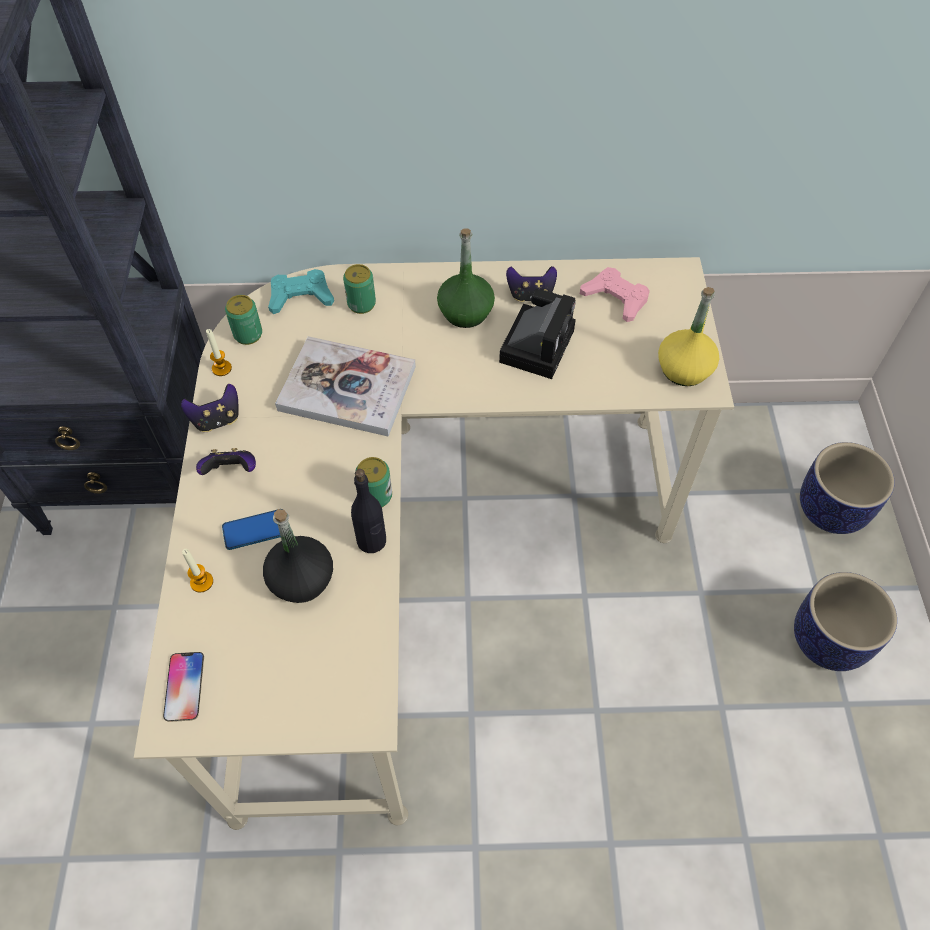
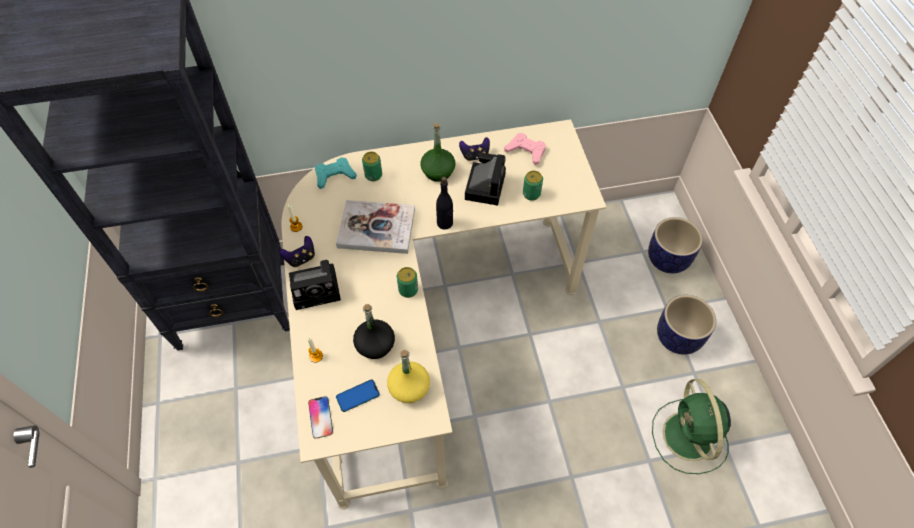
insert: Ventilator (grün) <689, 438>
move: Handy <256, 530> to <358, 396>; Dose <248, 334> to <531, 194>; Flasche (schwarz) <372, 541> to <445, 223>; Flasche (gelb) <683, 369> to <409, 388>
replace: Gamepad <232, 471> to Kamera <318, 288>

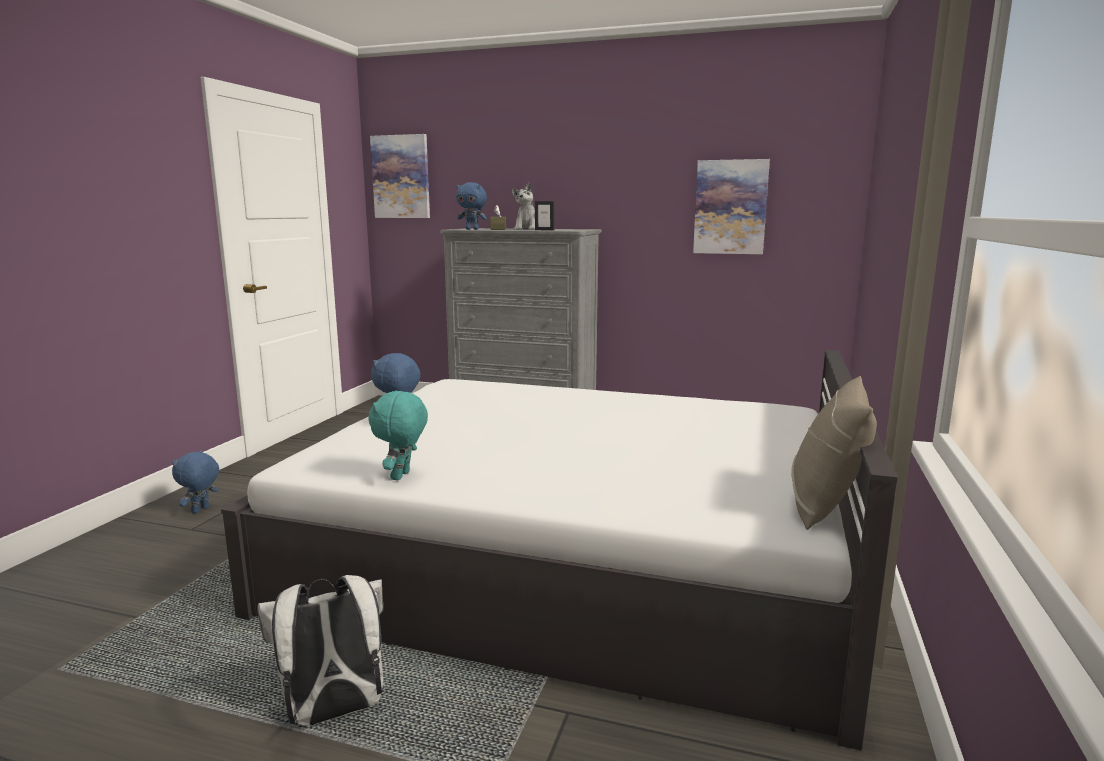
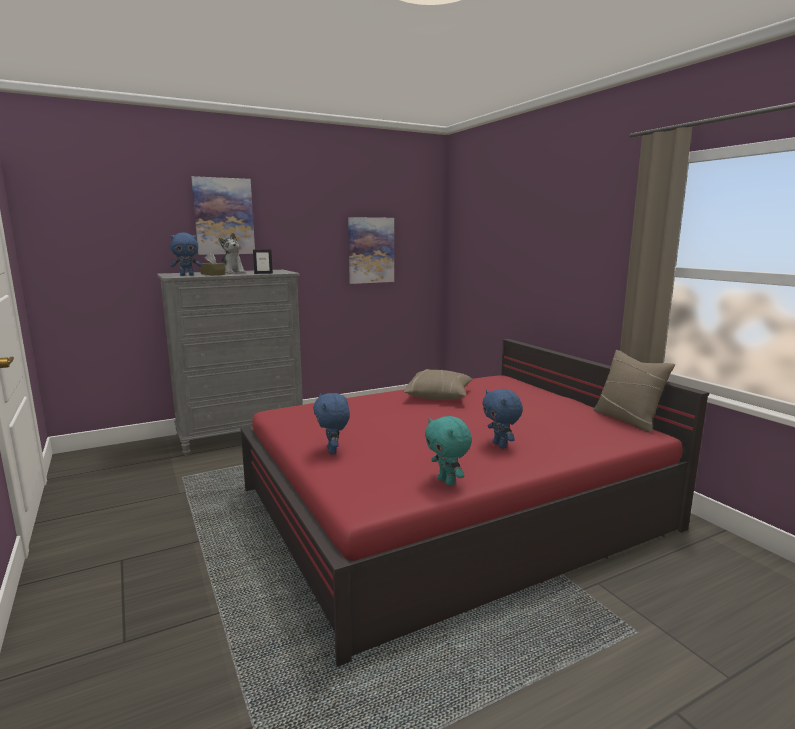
delete: Rucksack (weiß) <334, 712>
insert: Kissen (beige) <439, 396>
move: Plüschtier (blau) <201, 510> to <500, 445>; Bild <401, 177> to <224, 216>
recolor: Bett (weiß) <575, 557> to Bett (rot) <452, 509>

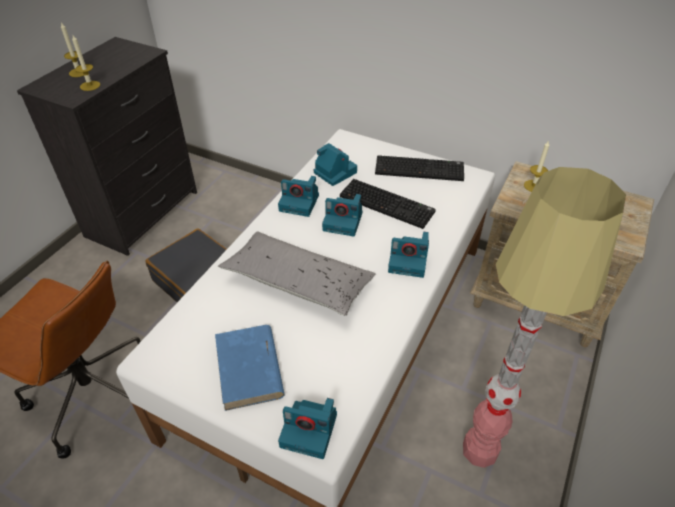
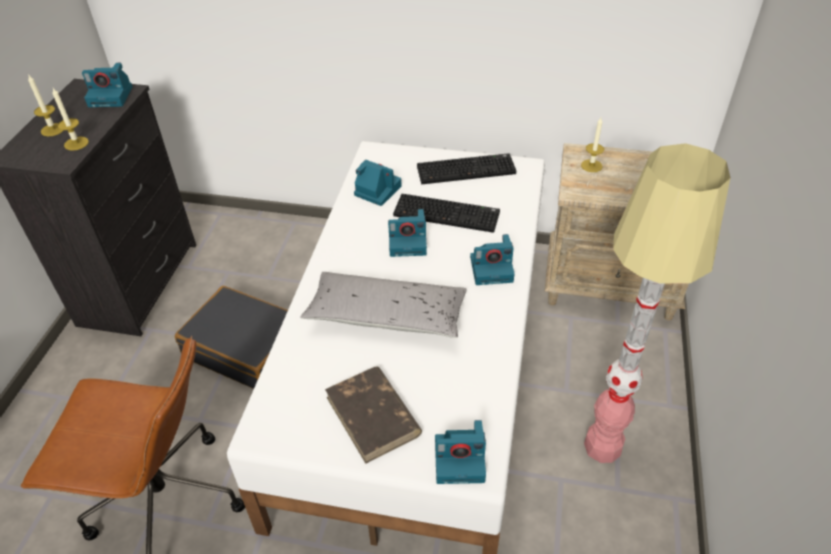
move: Kamera <300, 203> to <112, 96>
recolor: Buch (blau) <249, 369> to Buch (braun) <373, 416>

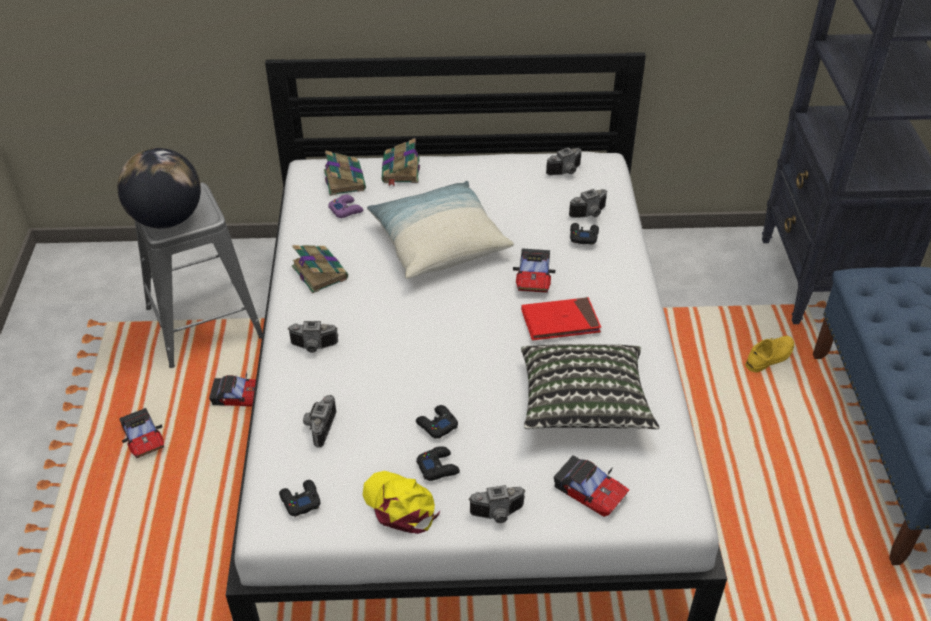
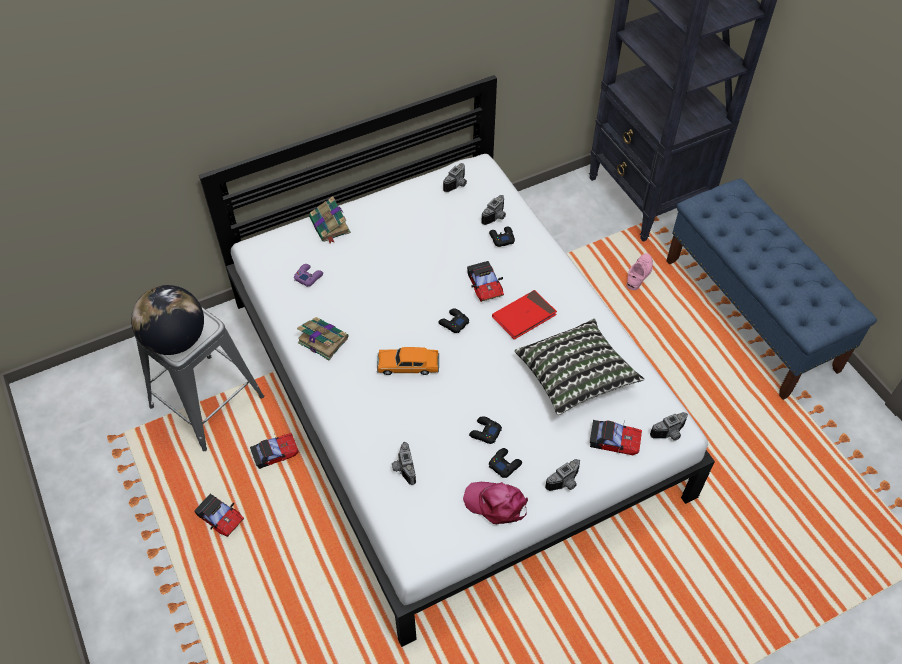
delete: Buch <344, 179>; Kissen <438, 243>
insert: Spielzeugauto (orange) <408, 366>
move: Gamepad (schwarz) <300, 500> to <453, 323>; Kamera <313, 347> to <670, 434>
recolor: Kappe (gelb) <400, 505> to Kappe (rosa) <496, 504>; Schuh (gelb) <770, 357> to Schuh (rosa) <639, 273>

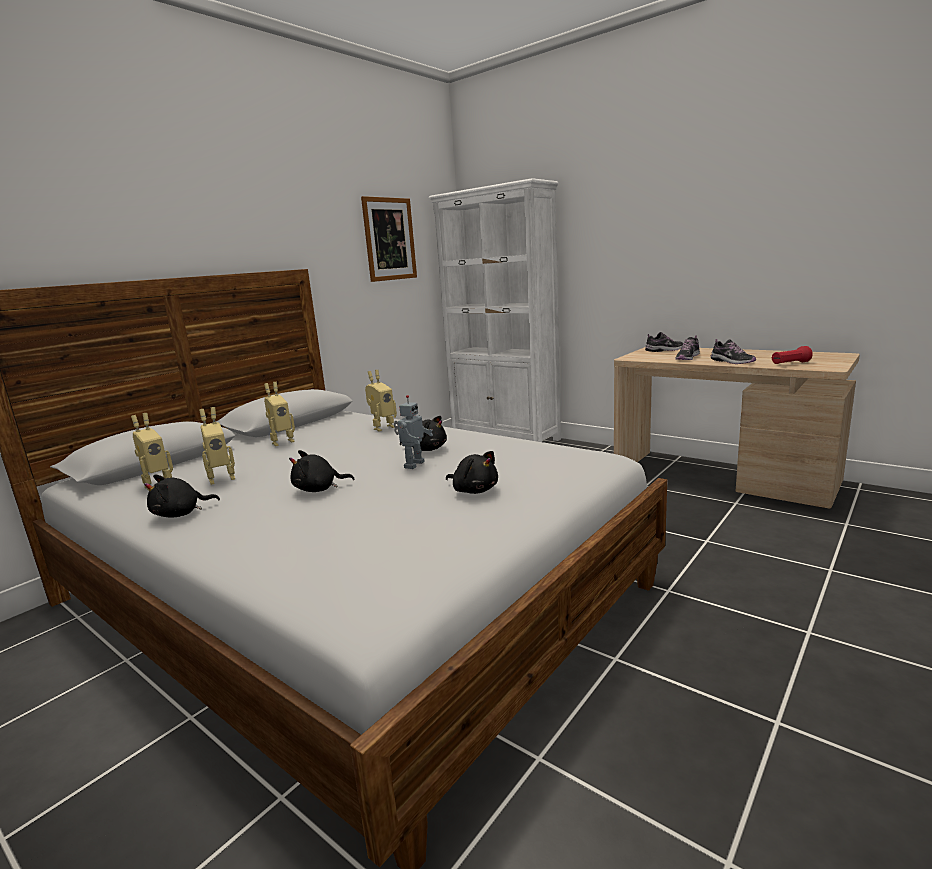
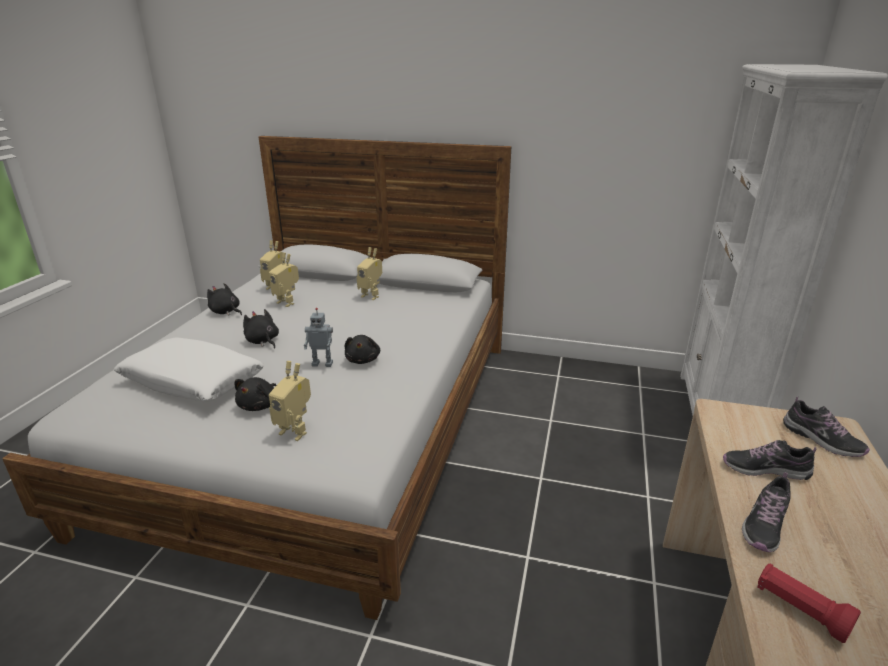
delete: Bild <389, 239>
insert: Kissen (weiß) <192, 381>
move: Spielzeugroboter <382, 427> to <295, 431>

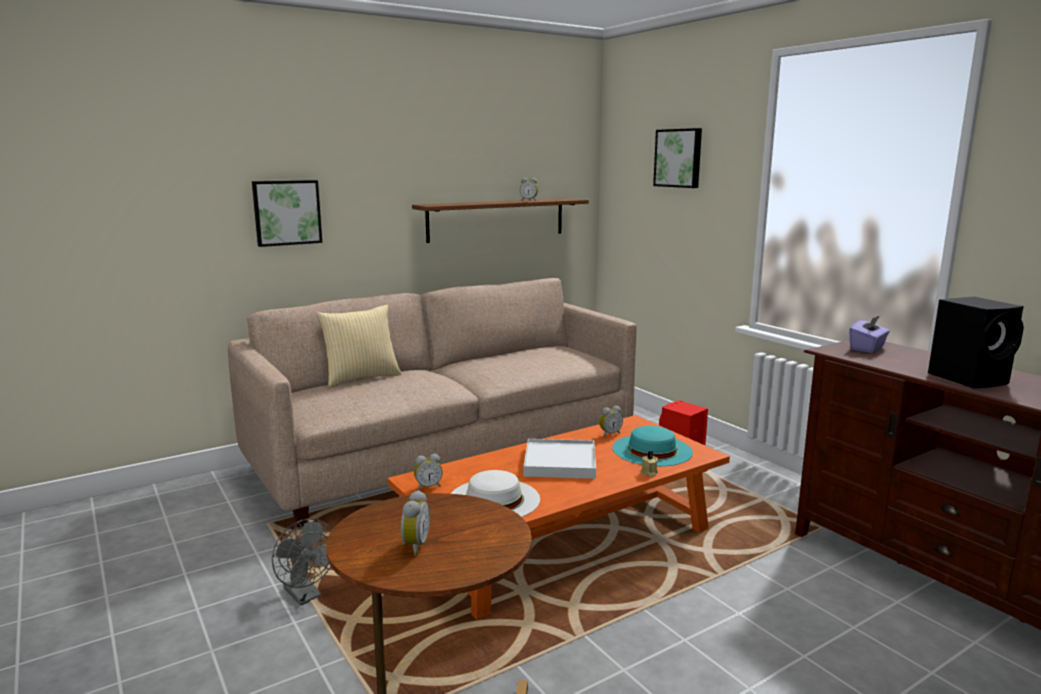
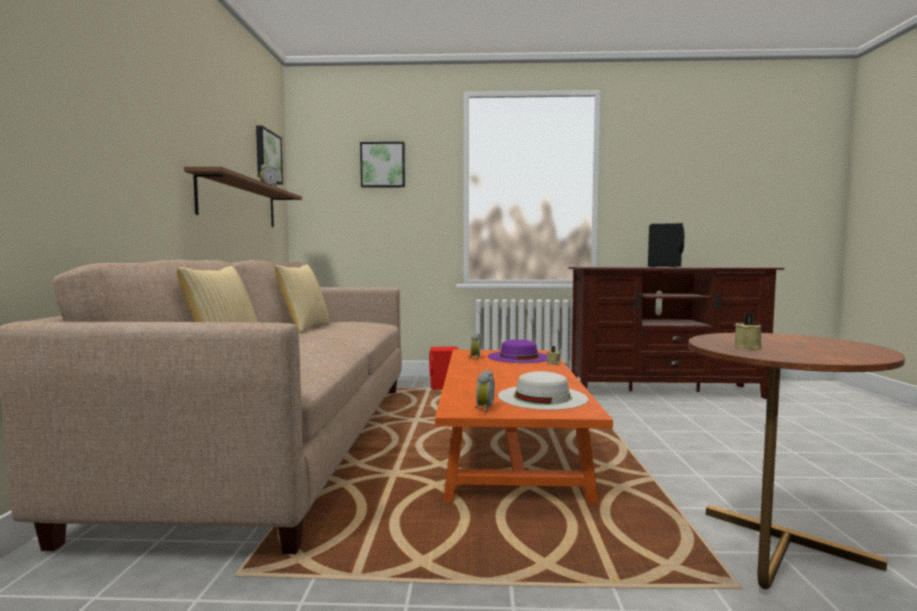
delete: Ventilator (grau) <306, 596>; Wecker <414, 546>; Tablett (weiß) <560, 462>; Taschentuchbox (lila) <867, 348>
insert: Kissen <304, 328>; Kerze (beige) <749, 347>
move: Bild <287, 212> to <267, 156>
recolor: Hut (türkis) <652, 450> to Hut (lila) <519, 357>

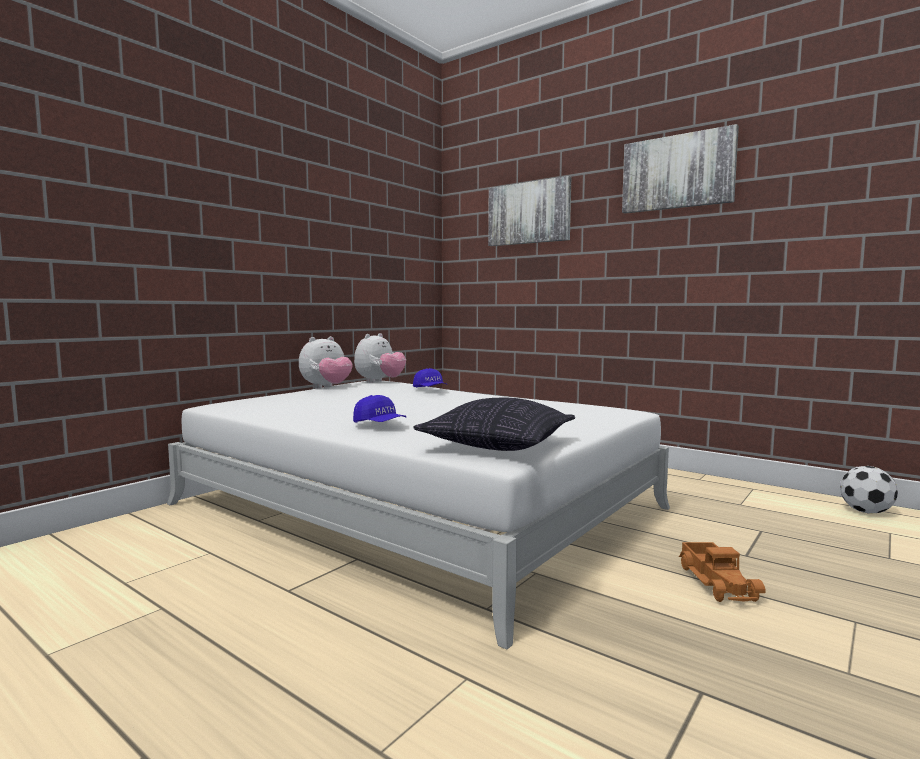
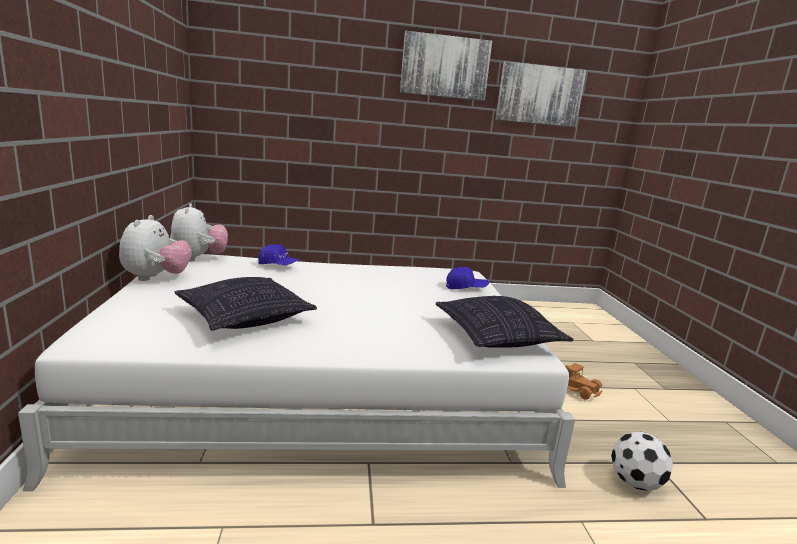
insert: Kissen <245, 318>
move: Kappe (blau) <379, 424> to <466, 288>; Bild <529, 213> to <539, 95>; Fußball <866, 511> to <635, 482>

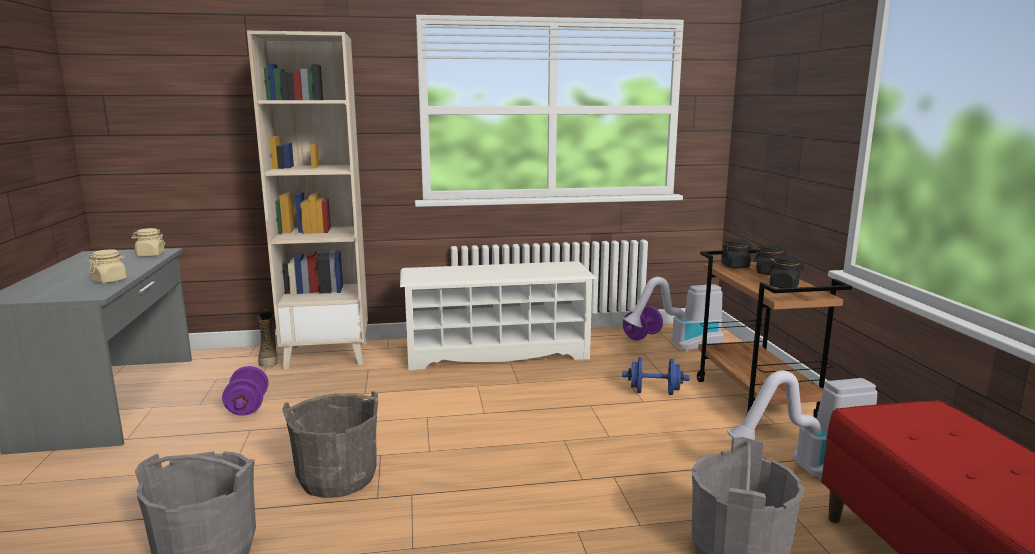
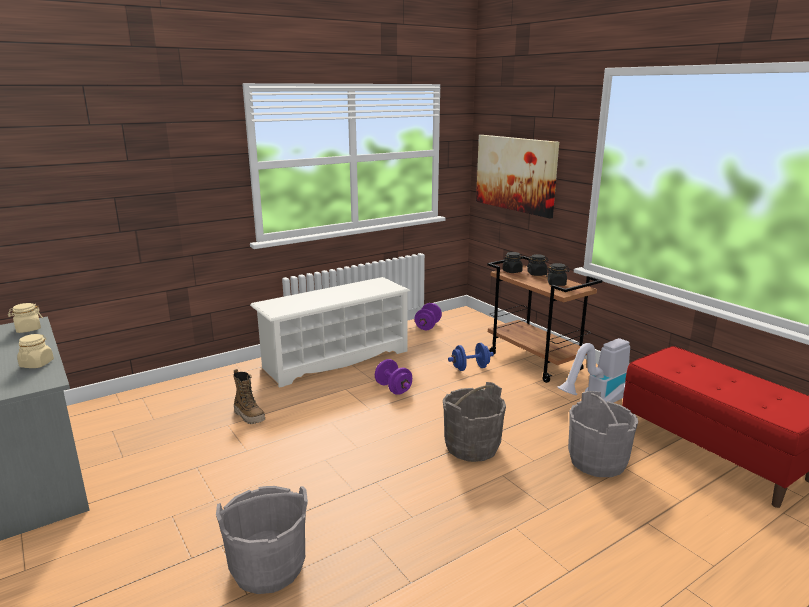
delete: Bücherregal (beige) <328, 355>; Staubsauger <679, 347>
insert: Bild <515, 174>
move: Hantel (lila) <247, 407> to <393, 388>; Stiefel <269, 360> to <249, 416>; Eimer (grau) <337, 477> to <471, 446>

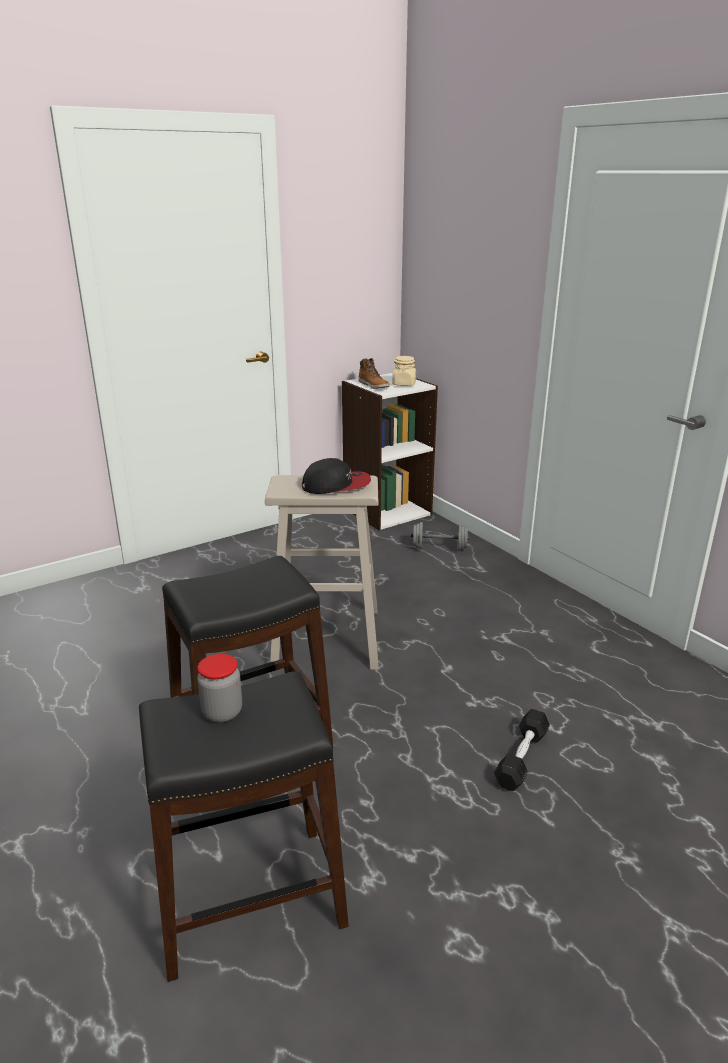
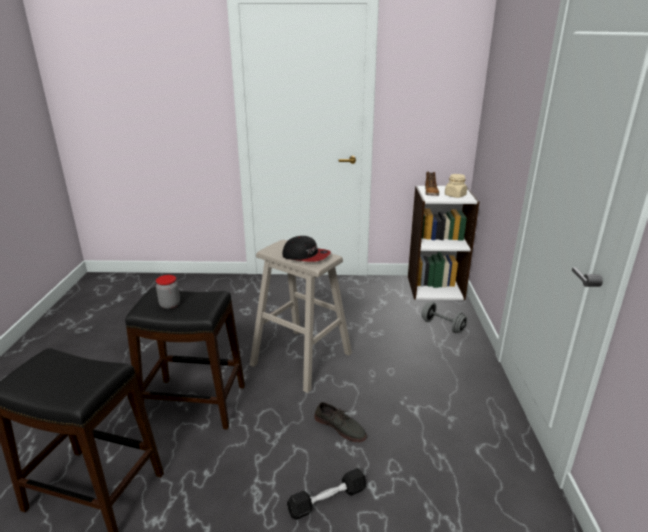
insert: Schuh (grau) <340, 426>
move: Vorratsglas <222, 712> to <170, 305>

